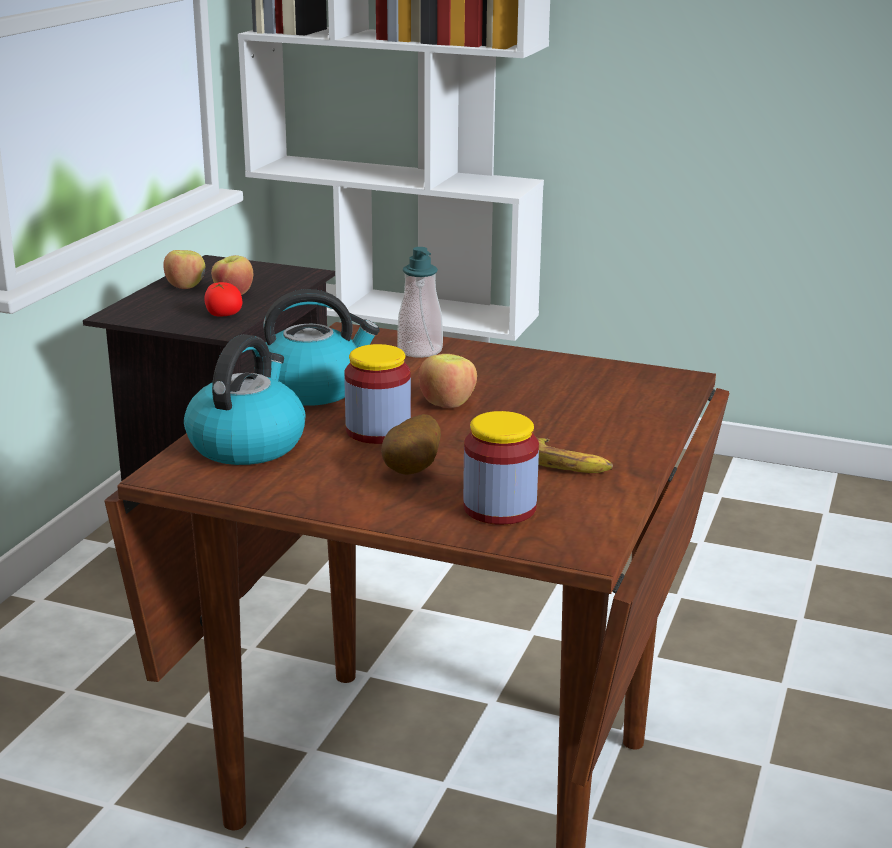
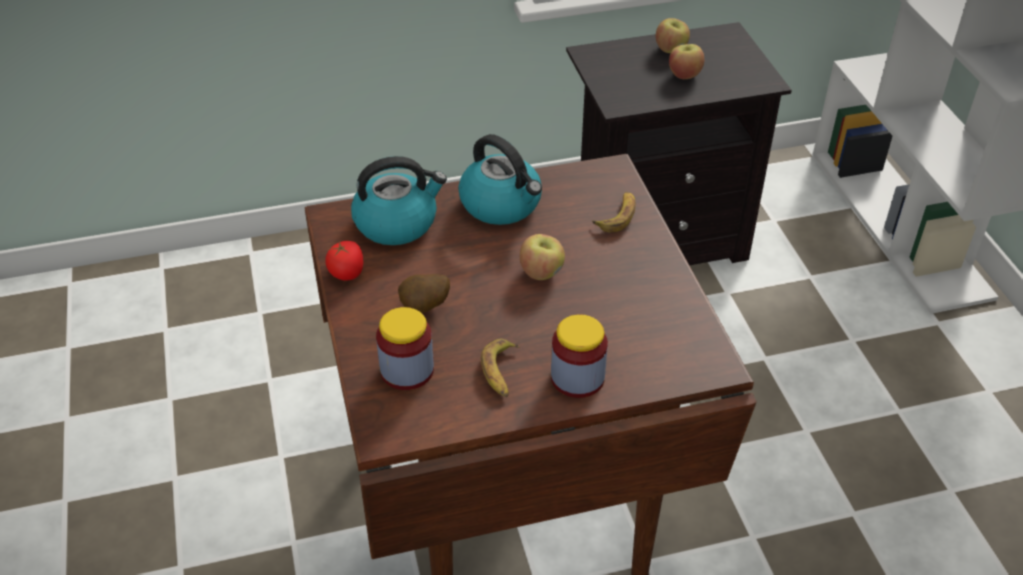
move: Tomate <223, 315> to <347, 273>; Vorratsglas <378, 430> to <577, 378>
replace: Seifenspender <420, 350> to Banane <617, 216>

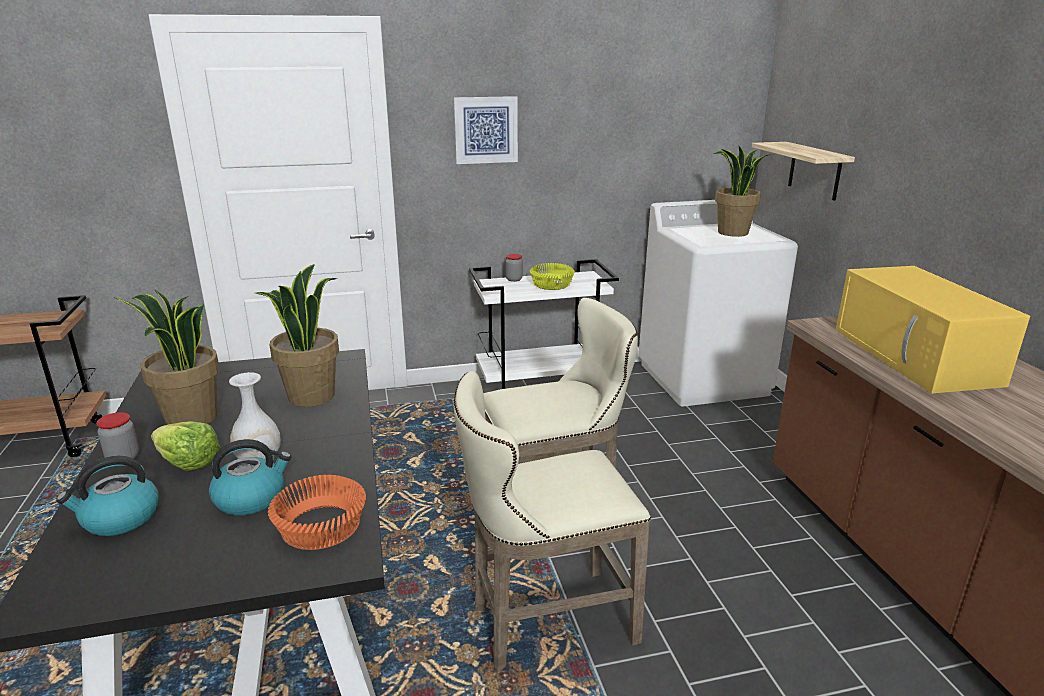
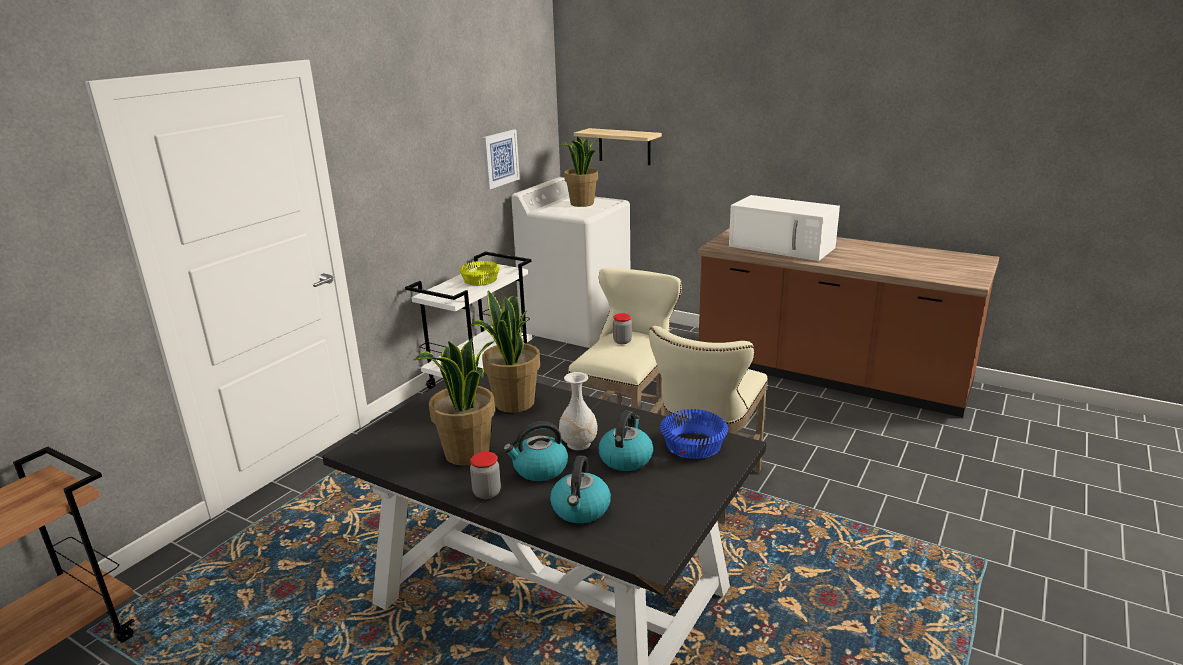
move: Bild <485, 130> to <500, 158>; Vorratsglas <514, 279> to <622, 341>
replace: Salatkopf <188, 463> to Wasserkessel <539, 469>
recolor: Schüssel (orange) <319, 526> to Schüssel (blau) <692, 445>; Mikrowelle (gelb) <916, 357> to Mikrowelle (weiß) <783, 247>

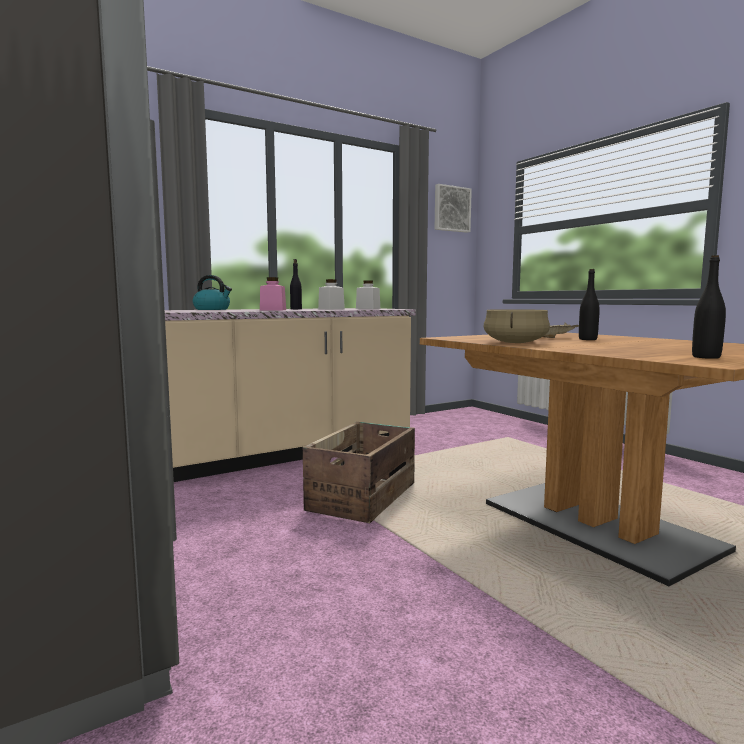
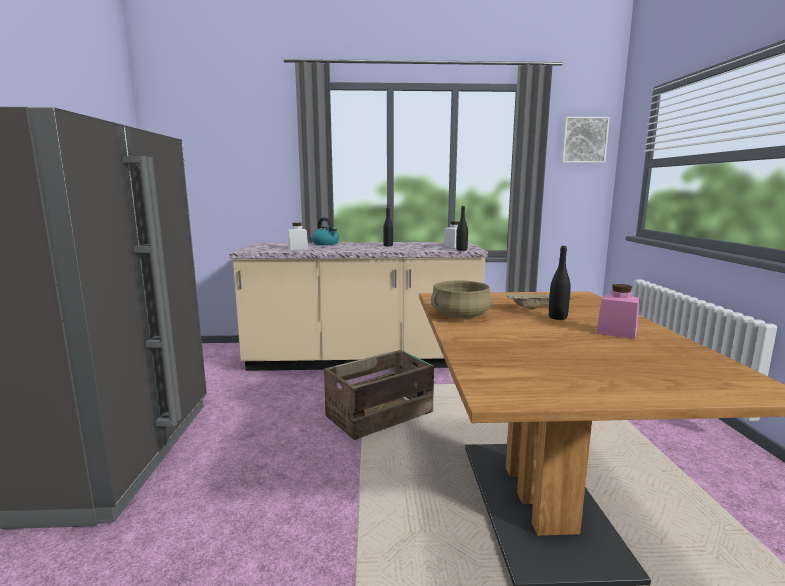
move: Vorratsglas (rosa) <273, 310> to <616, 332>; Vorratsglas (weiß) <331, 309> to <298, 248>; Flasche (schwarz) <706, 357> to <461, 250>

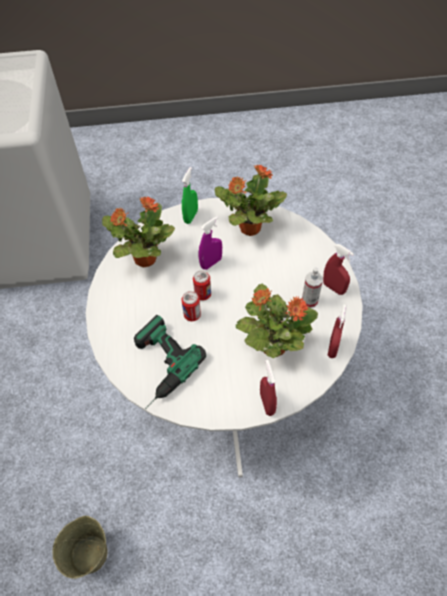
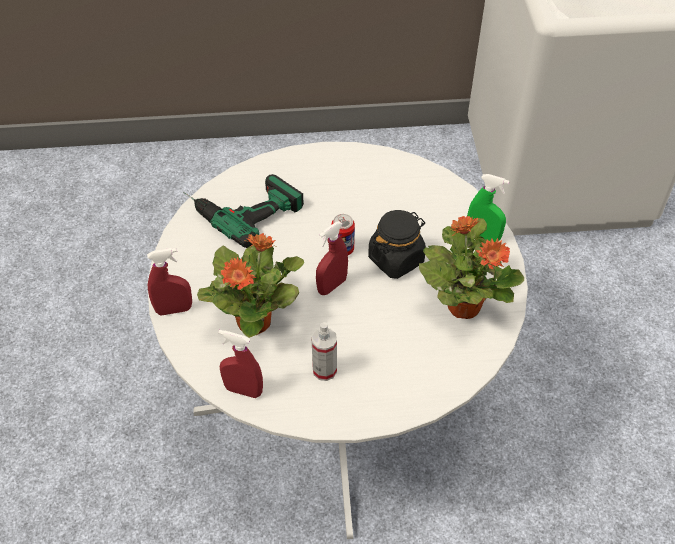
delete: Eimer (beige) <90, 553>; Topfpflanze <144, 259>; Dose <192, 315>
move: Sprühflasche (rot) <333, 288> to <332, 286>
replace: Sprühflasche (lila) <211, 263> to Vorratsglas (schwarz) <396, 259>

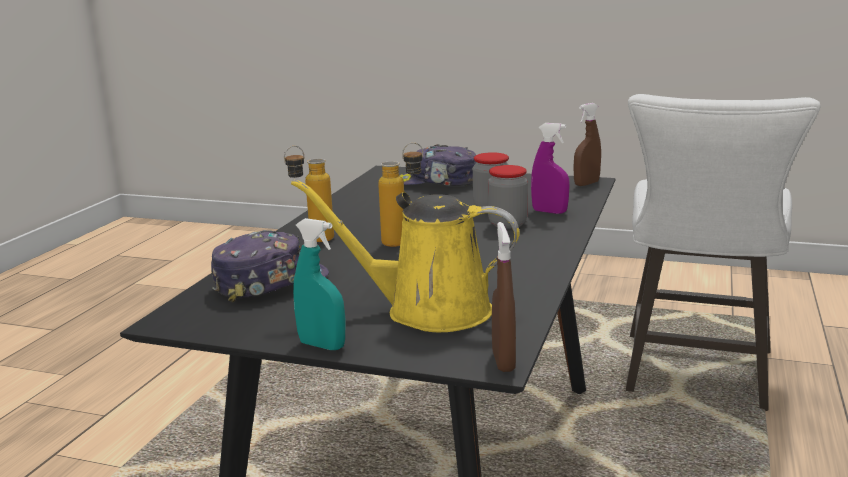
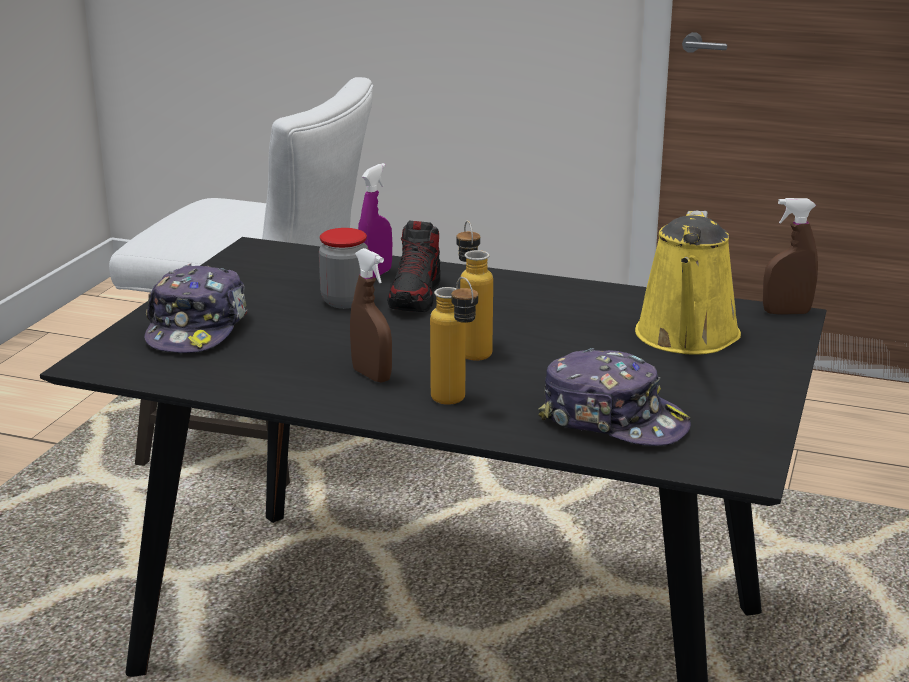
delete: Sprühflasche (türkis) <322, 345>
move: Sprühflasche (braun) <586, 184> to <371, 375>
replace: Vorratsglas <507, 224> to Schuh <416, 296>
rotate: Kappe <270, 282> = <613, 420> 150 degrees clockwise

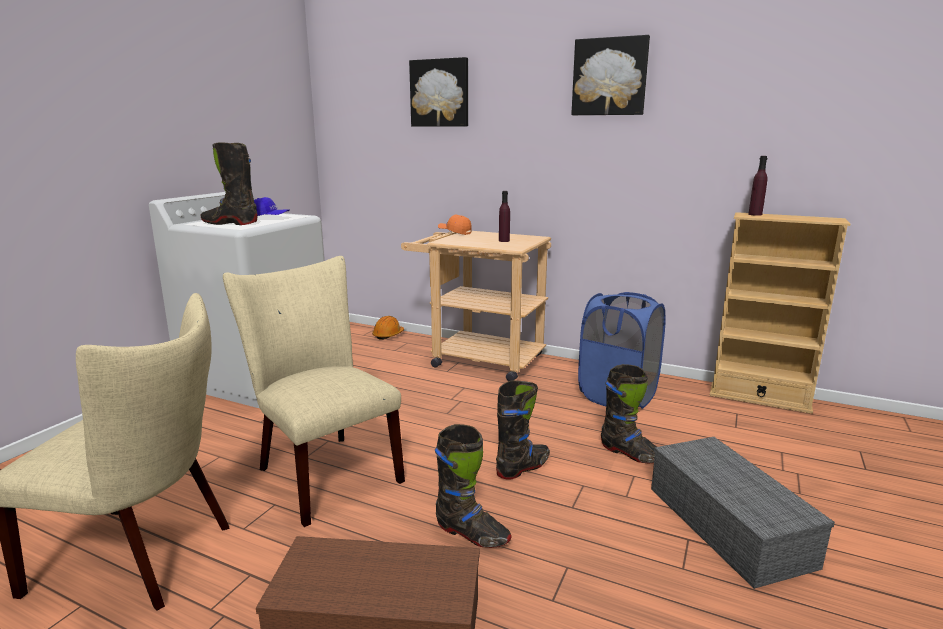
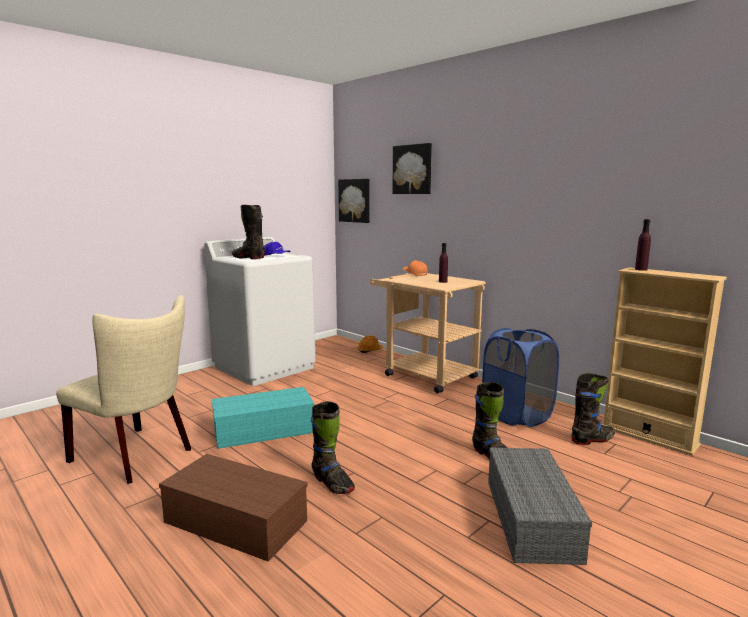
move: Stiefel (schwarz) <523, 467> to <592, 440>; Bild <610, 77> to <355, 200>
replace: Stuhl (beige) <323, 472> to Aufbewahrungsbox (türkis) <265, 429>

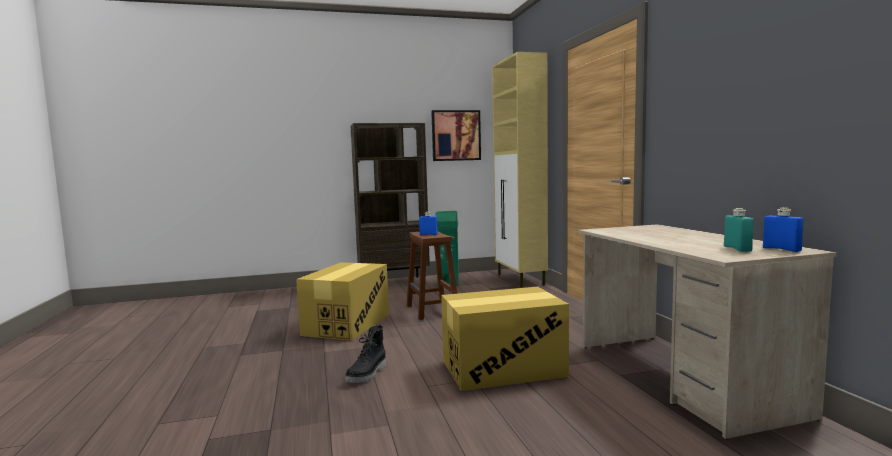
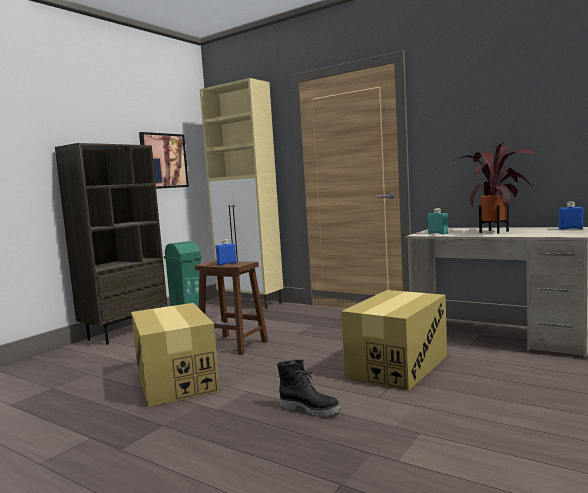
insert: Topfpflanze <497, 231>
move: Flasche (türkis) <737, 249> to <438, 233>
rotate: Stiefel (schwarz) <367, 375> = <310, 409> 45 degrees counterclockwise

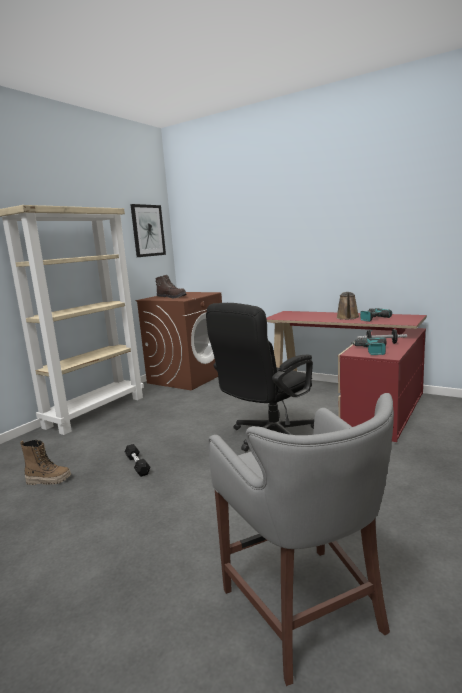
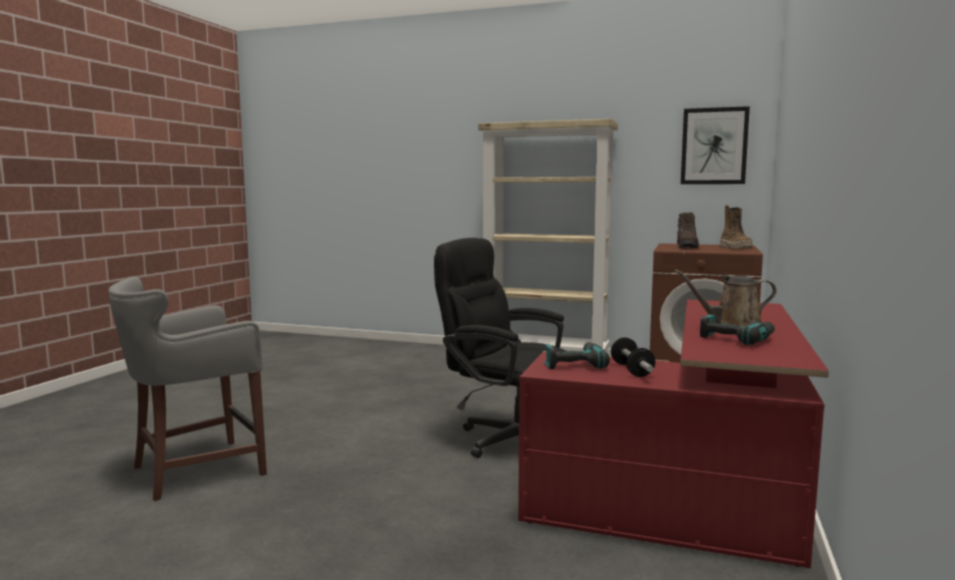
delete: Hantel (schwarz) <137, 465>
move: Stiefel <49, 480> to <735, 248>

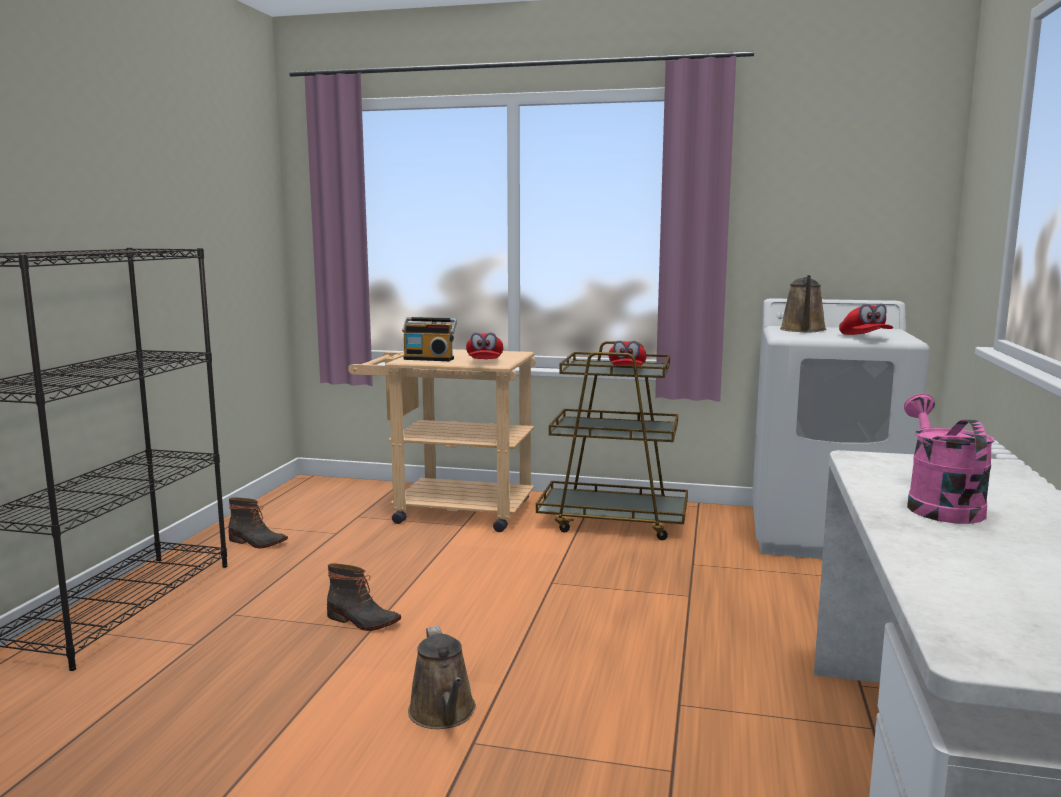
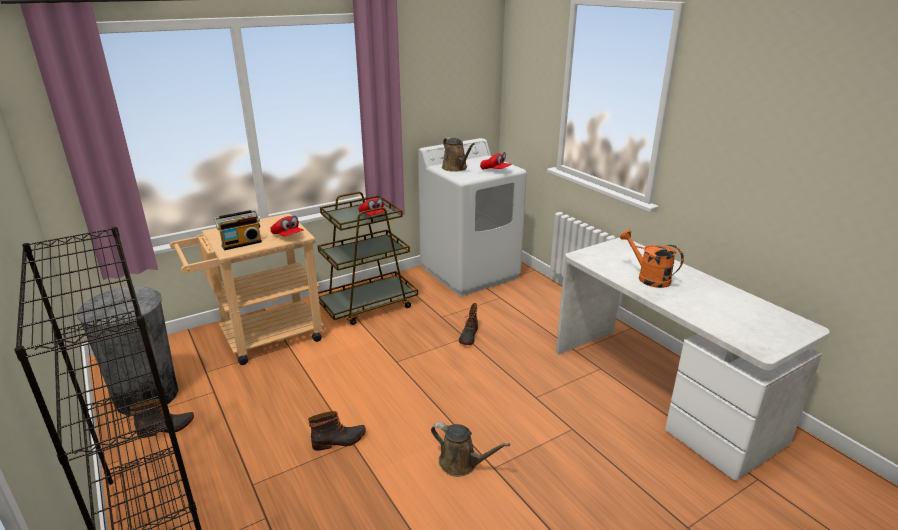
insert: Mülleimer (grau) <147, 395>; Stiefel <468, 336>
recolor: Gießkanne (rosa) <938, 505> to Gießkanne (orange) <648, 278>

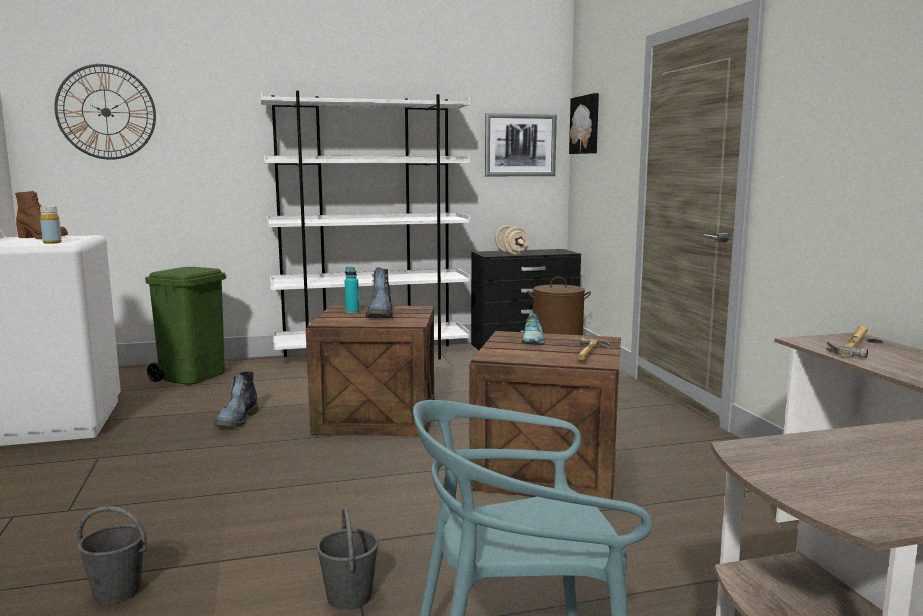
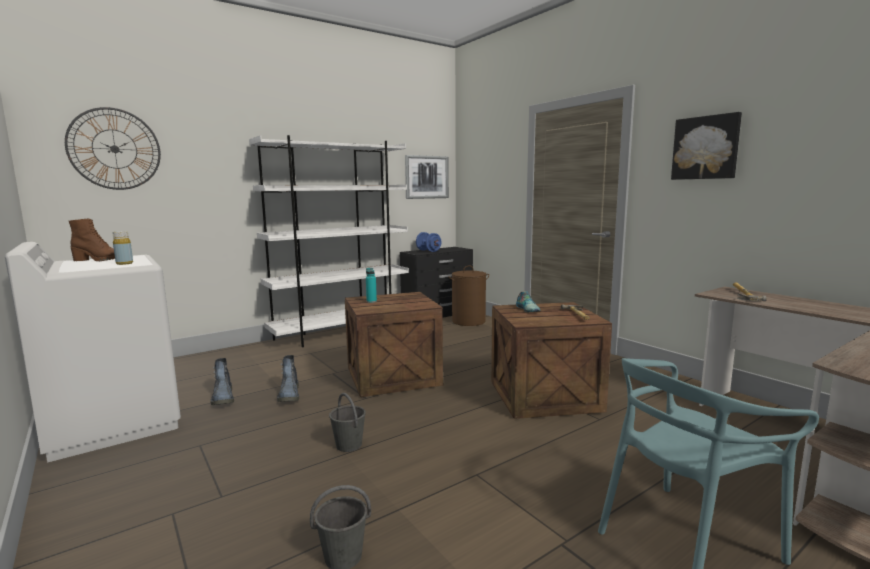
delete: Mülleimer (grün) <193, 376>
move: Eimer (grau) <349, 597> to <348, 445>; Stiefel <380, 315> to <223, 398>; Bild <586, 125> to <706, 148>
recolor: Hantel (beige) <512, 252> to Hantel (blau) <428, 251>

